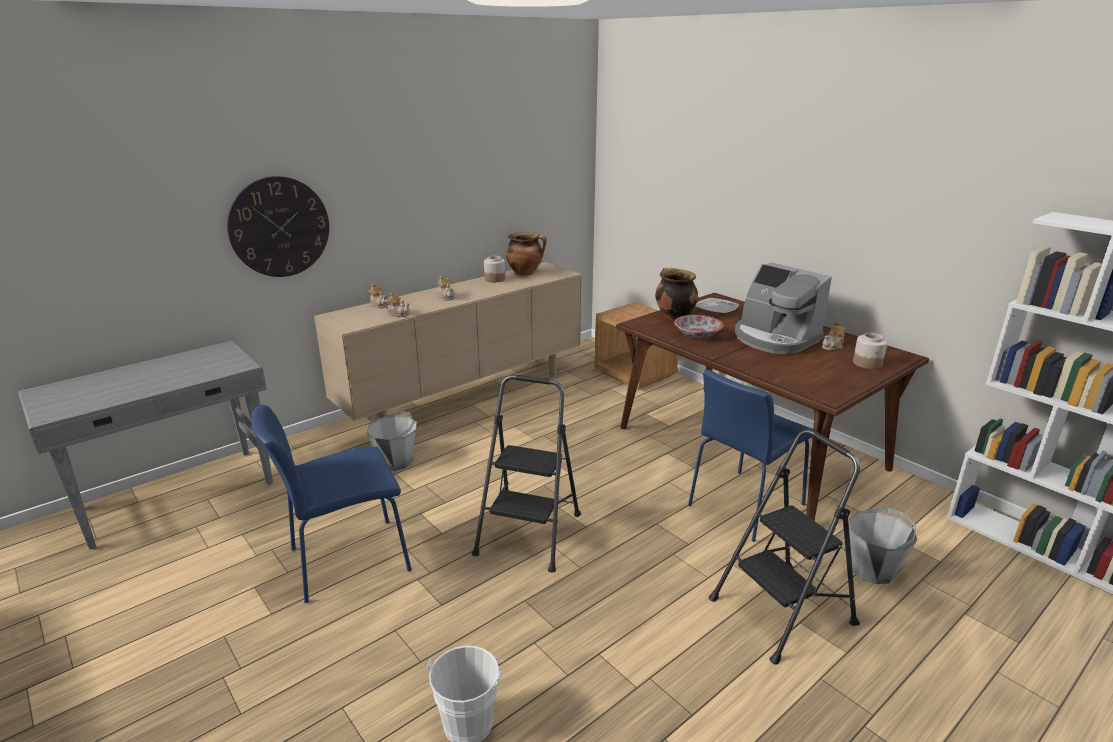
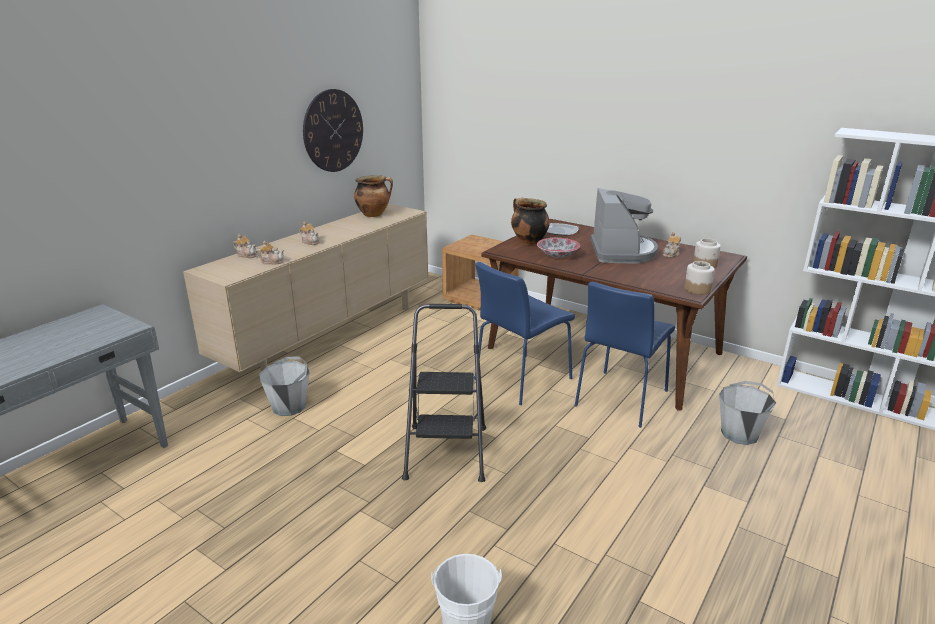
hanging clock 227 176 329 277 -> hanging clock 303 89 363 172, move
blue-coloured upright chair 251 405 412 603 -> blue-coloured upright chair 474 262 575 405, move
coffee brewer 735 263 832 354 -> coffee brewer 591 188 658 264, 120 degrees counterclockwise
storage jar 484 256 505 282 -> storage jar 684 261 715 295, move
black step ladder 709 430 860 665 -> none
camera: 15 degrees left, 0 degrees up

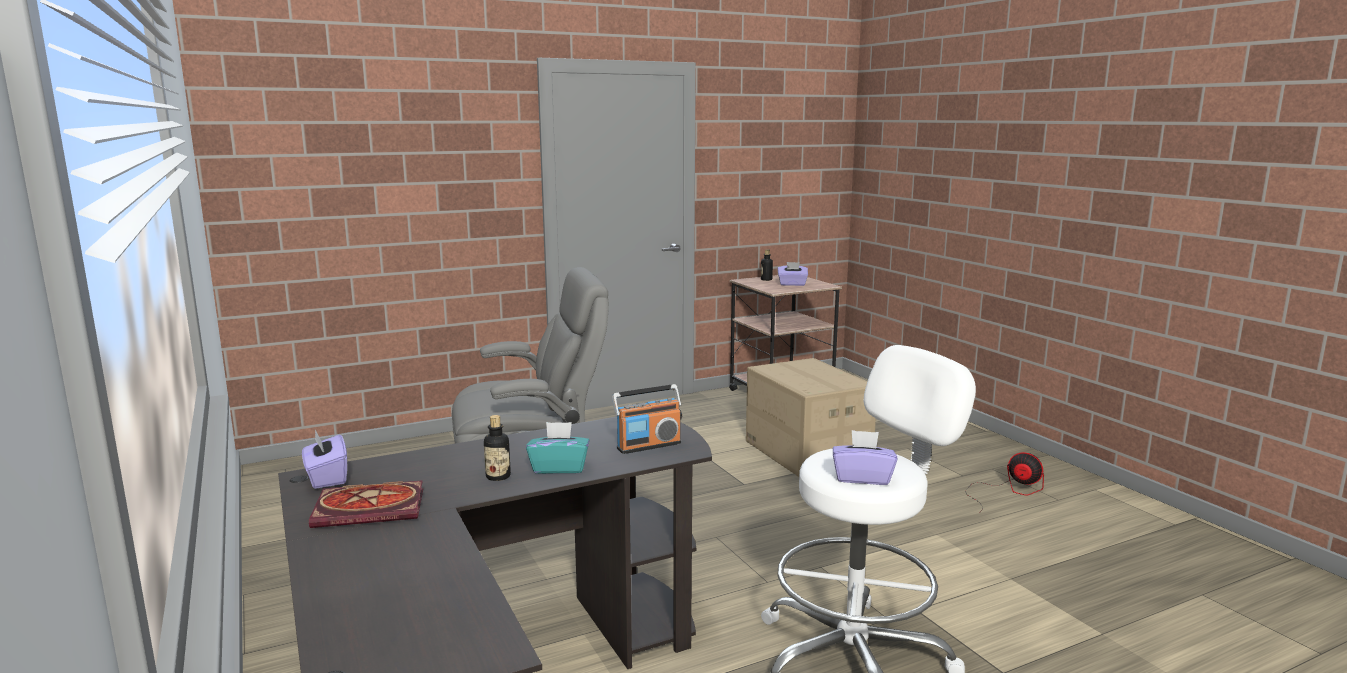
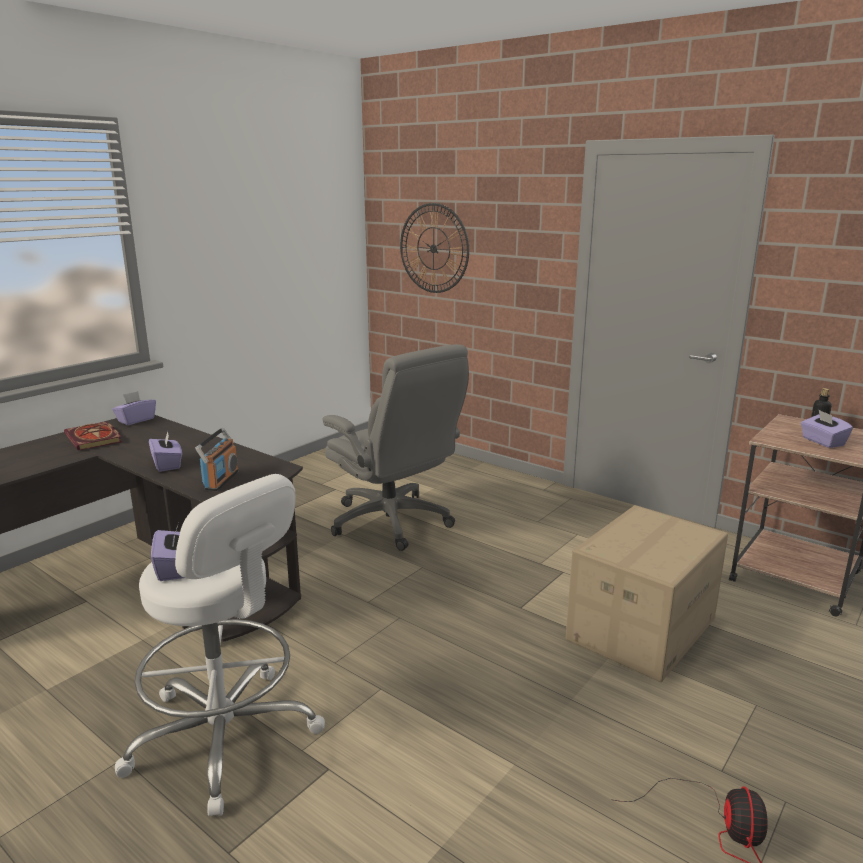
blue-green tissue box 526 422 590 474 -> purple-coloured tissue box 149 431 182 472
radio 612 384 682 454 -> radio 195 428 239 491, 120 degrees counterclockwise
none -> hanging clock 400 203 469 293
bottle 484 415 511 481 -> none
camera: 65 degrees right, 5 degrees up

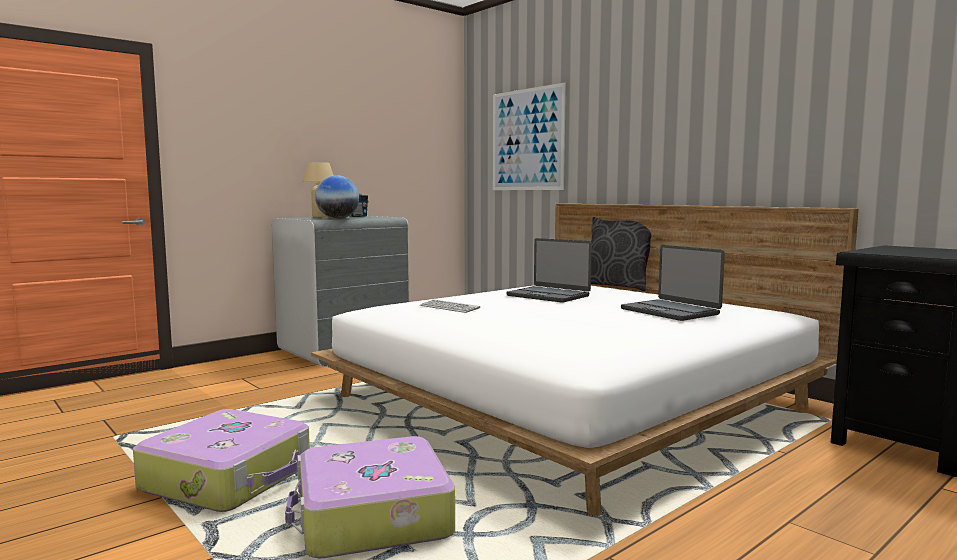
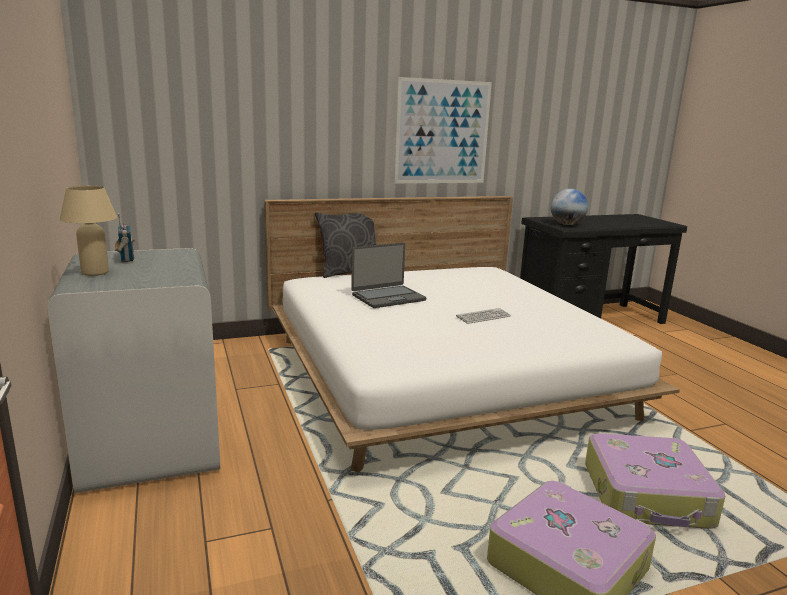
picture 493 82 566 190 -> picture 394 77 492 183, move
PC keyboard 420 300 480 313 -> PC keyboard 456 308 511 324, move
world globe 315 175 359 219 -> world globe 551 189 588 225, move
portable computer 621 245 725 321 -> none
camera: 70 degrees left, 10 degrees up

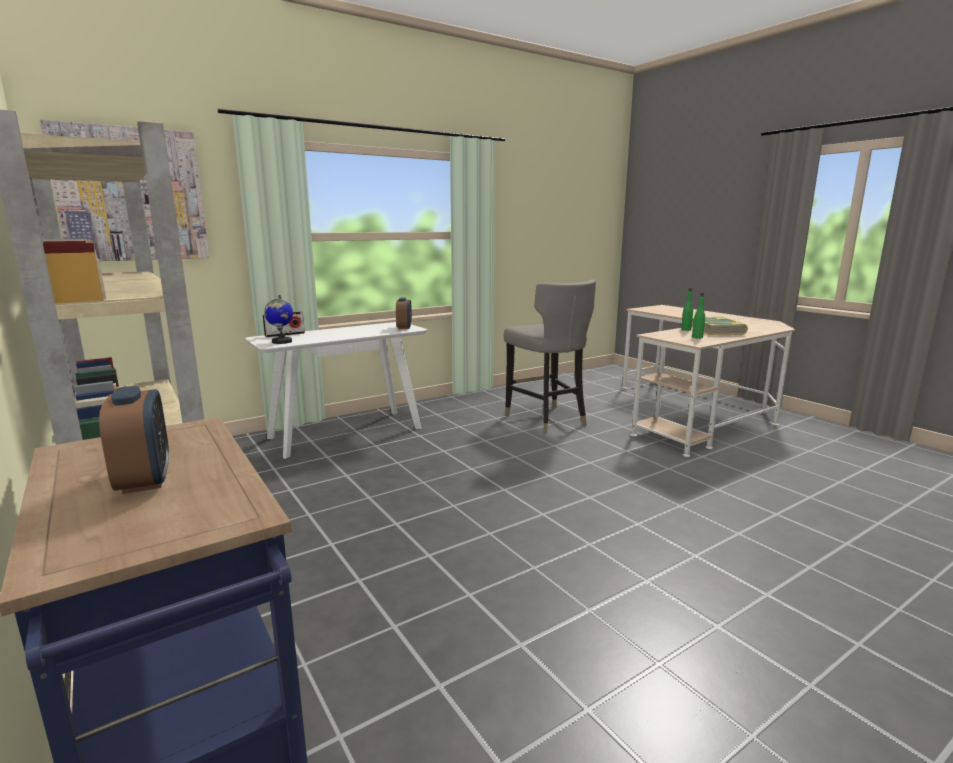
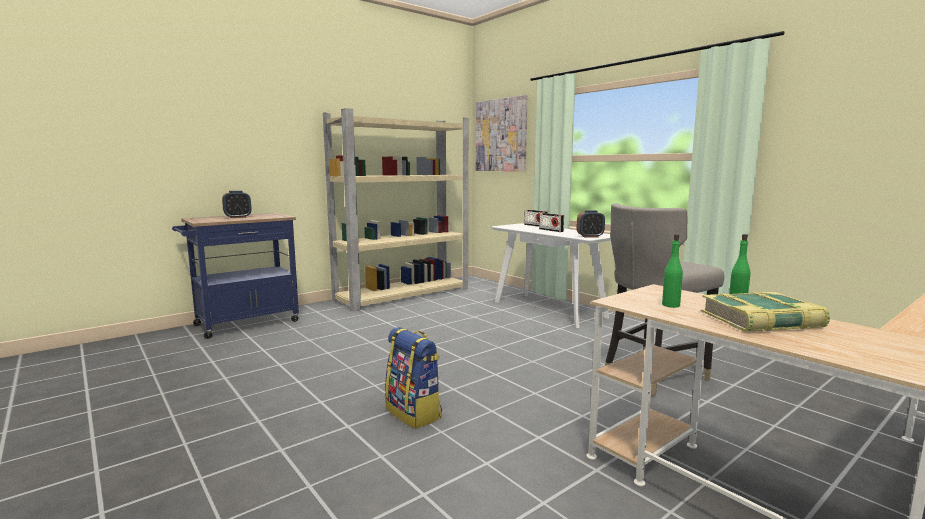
none -> knapsack 385 327 442 429
none -> radio 539 213 564 232
world globe 264 295 293 344 -> none
camera: 85 degrees right, 5 degrees down

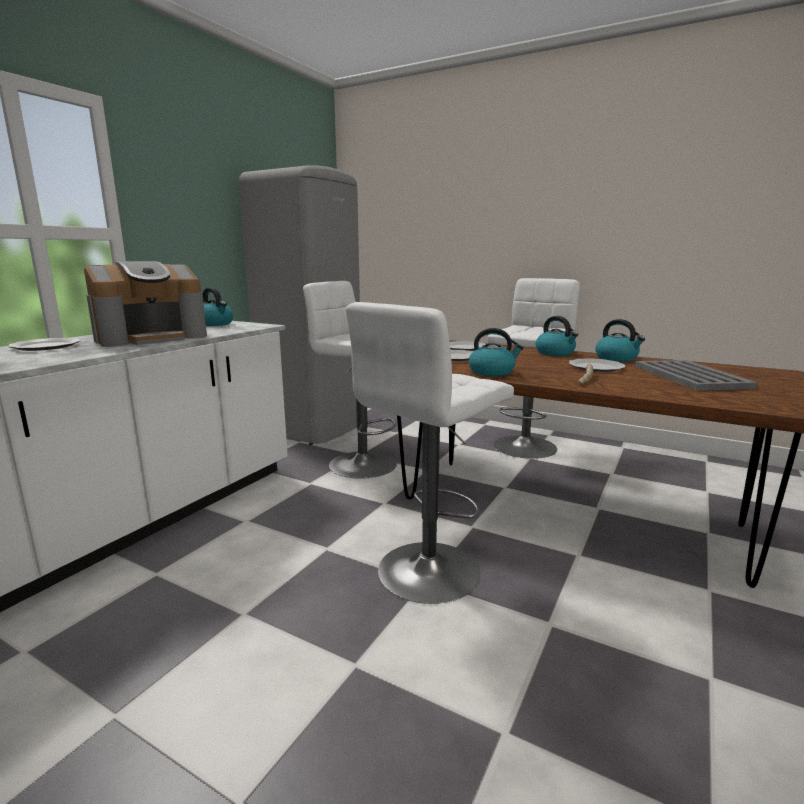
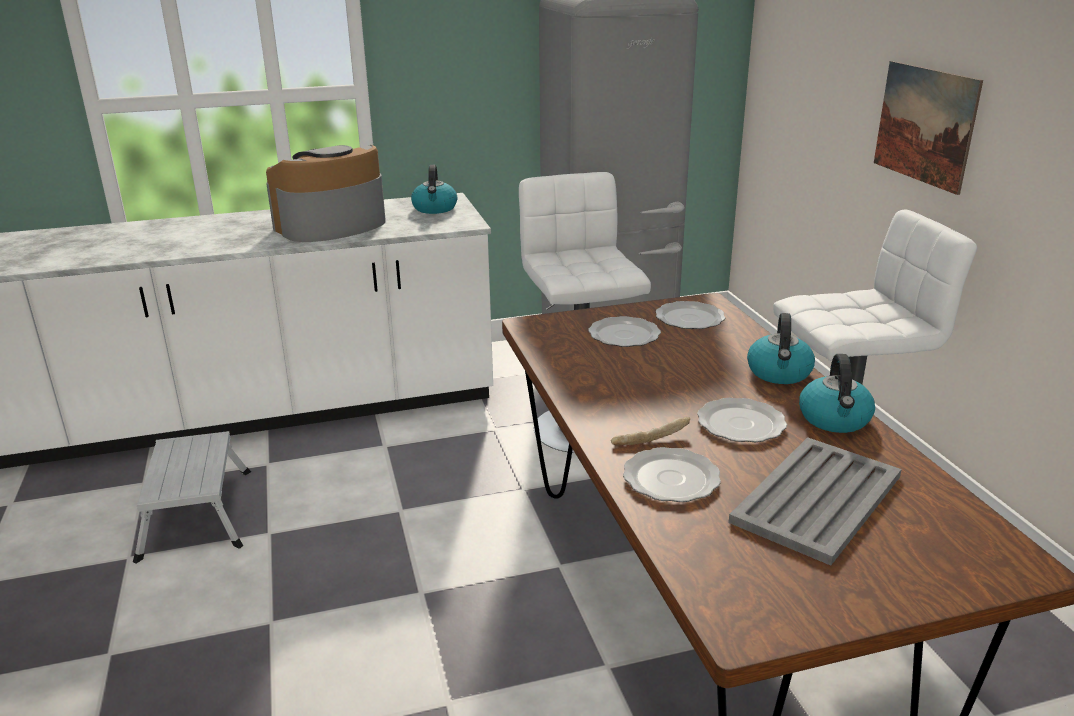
none -> white step ladder 133 431 251 564
coffee brewer 84 261 207 347 -> coffee brewer 266 145 386 242, 135 degrees clockwise
dinner plate 8 338 80 351 -> dinner plate 623 447 721 502, move
none -> picture 874 61 983 195
white stool 346 302 514 604 -> none
tea kettle 469 328 524 376 -> none
camera: 45 degrees right, 10 degrees up

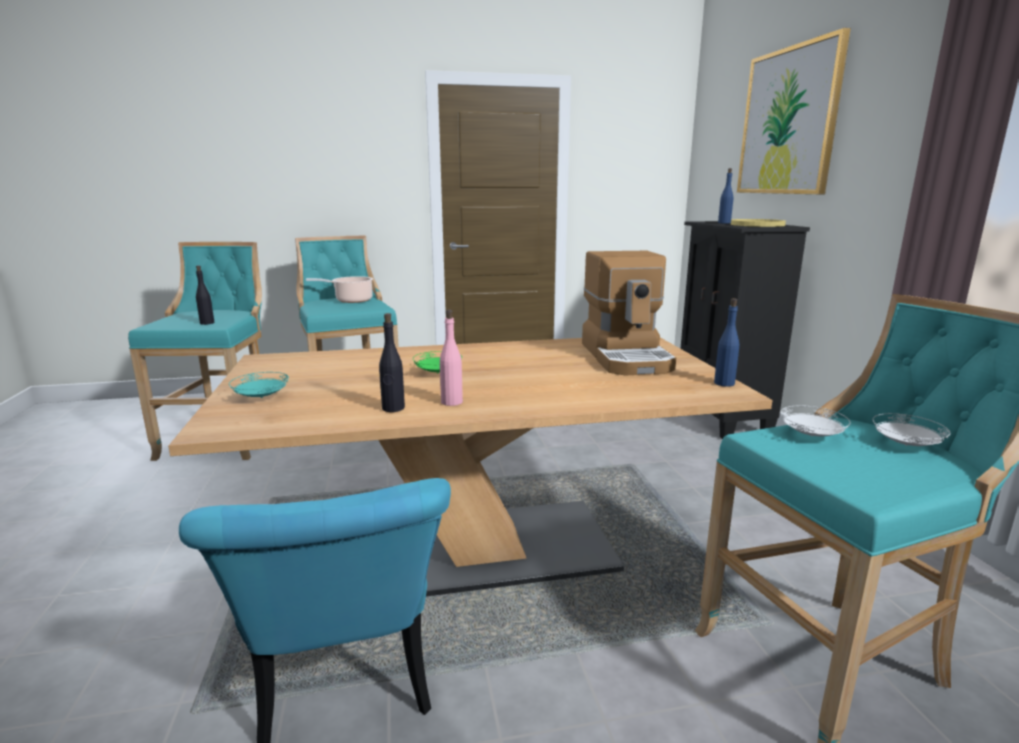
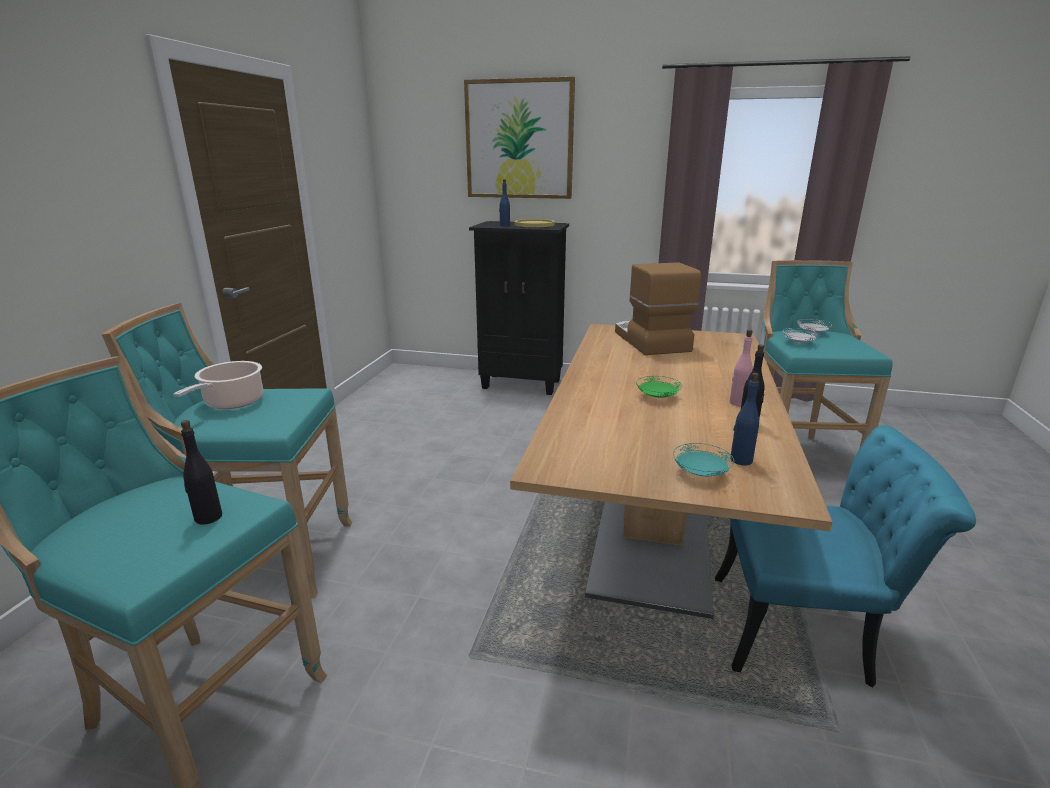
coffee brewer 582 251 676 375 -> coffee brewer 615 262 701 355, 120 degrees counterclockwise
blue-coloured bottle 714 298 739 387 -> blue-coloured bottle 730 373 759 465, move
camera: 65 degrees left, 5 degrees up

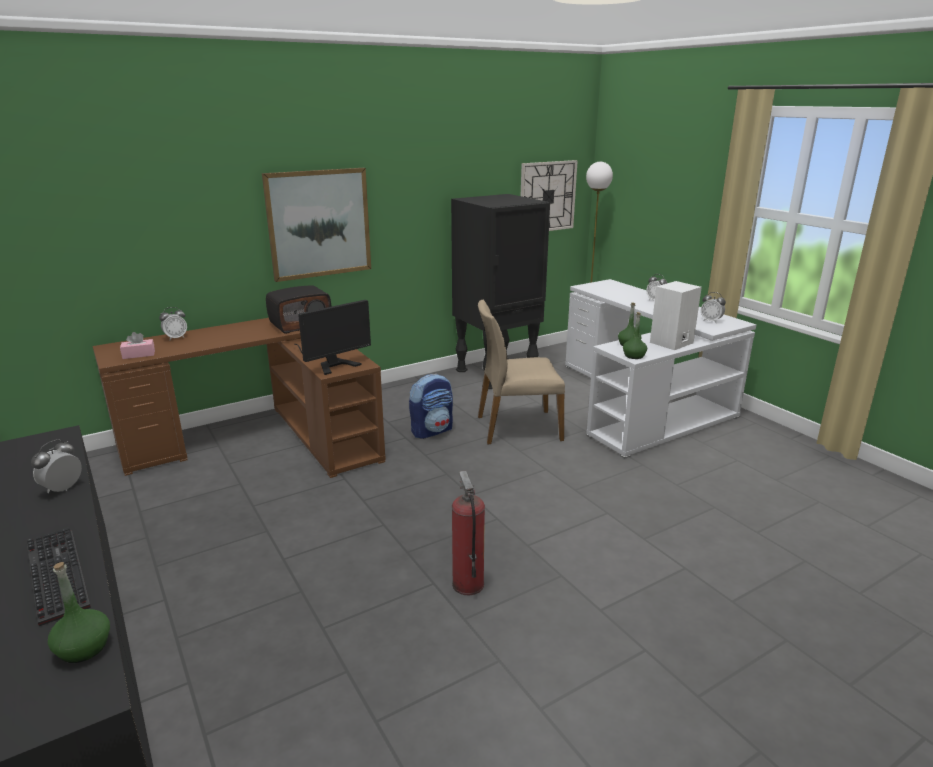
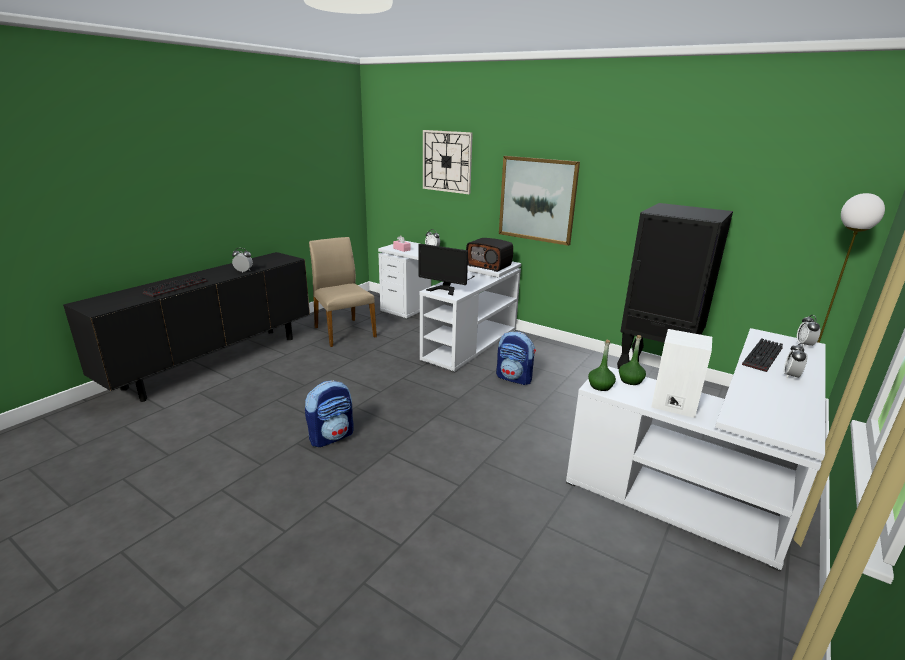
fire extinguisher 452 471 485 595 -> knapsack 305 380 354 447
beige upright chair 478 300 565 444 -> beige upright chair 309 237 377 347, move
brown desk 93 318 386 478 -> white desk 378 241 521 373
hanging clock 521 160 578 231 -> hanging clock 423 130 473 194, move
none -> PC keyboard 742 339 783 372
alarm clock 701 292 726 323 -> alarm clock 797 315 820 347, move
green-coloured bottle 48 562 110 663 -> none
camera: 65 degrees right, 0 degrees up

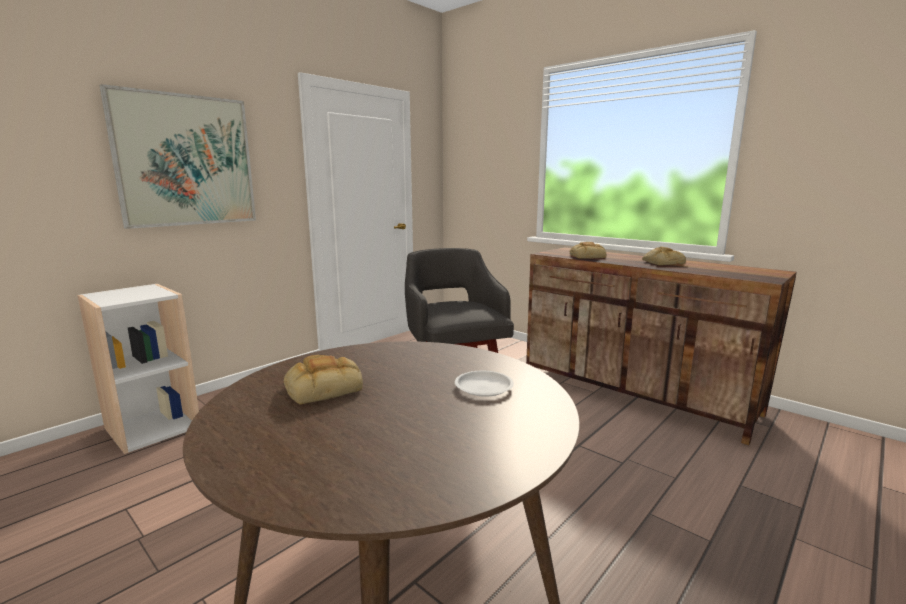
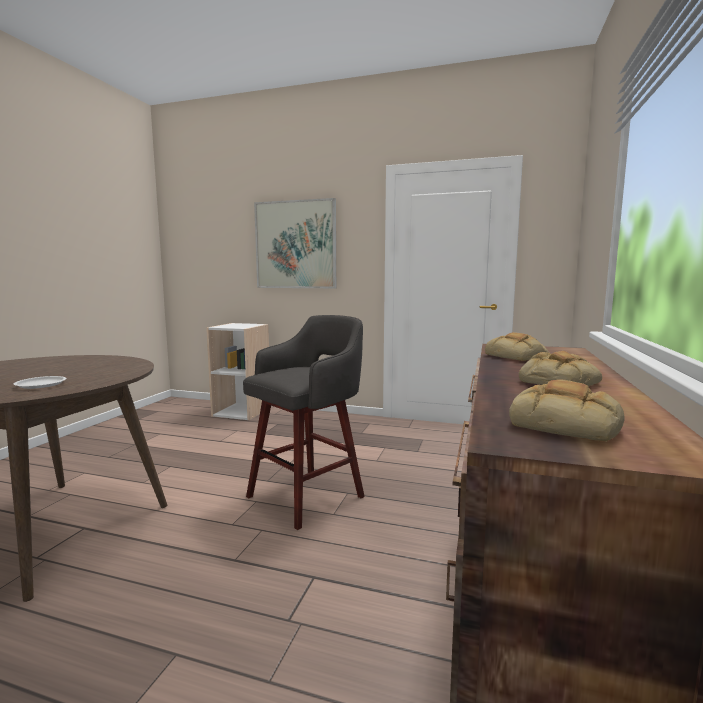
bread 284 355 363 404 -> bread 509 379 625 442, move
camera: 65 degrees right, 5 degrees down

